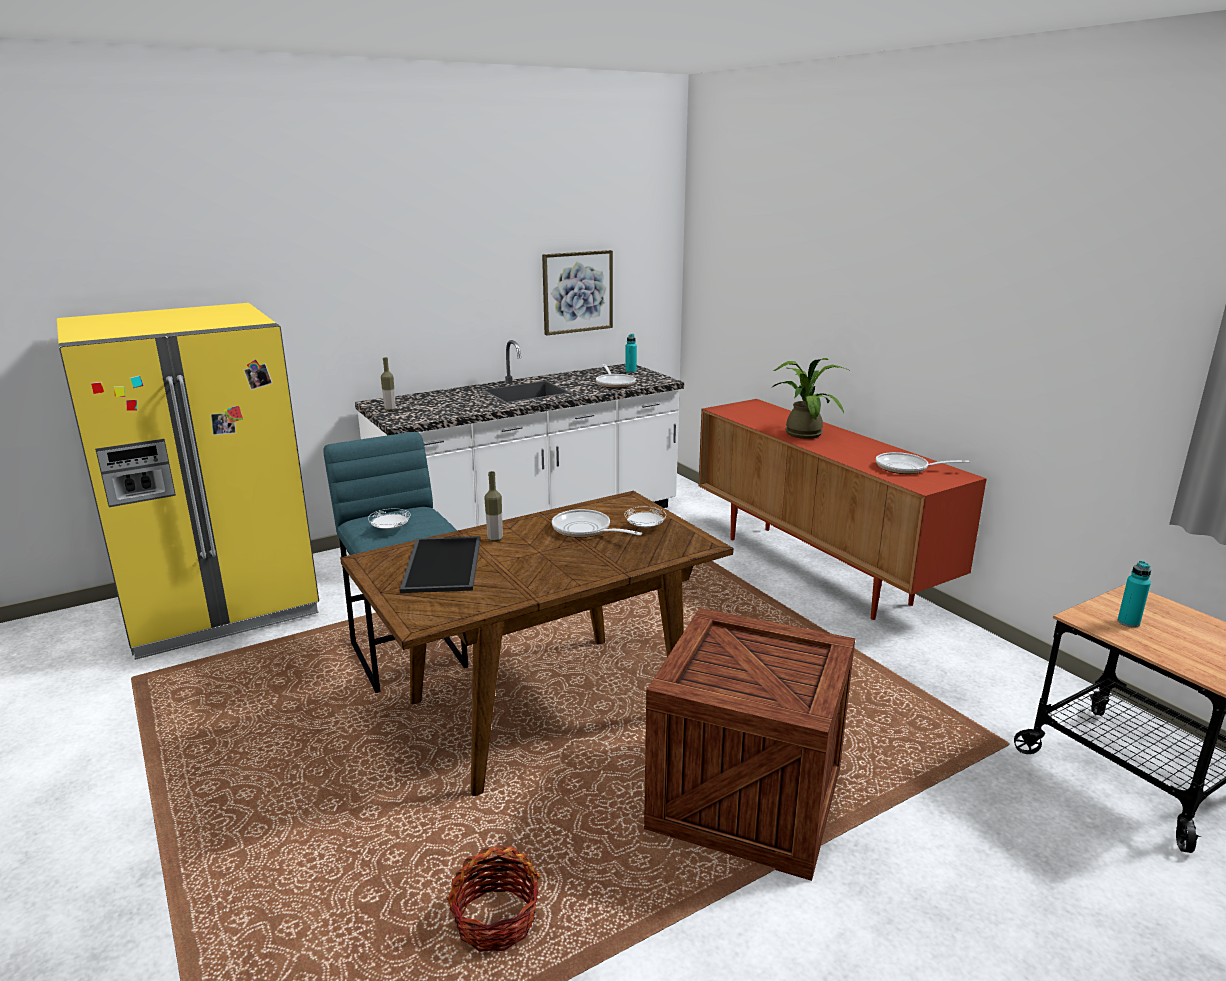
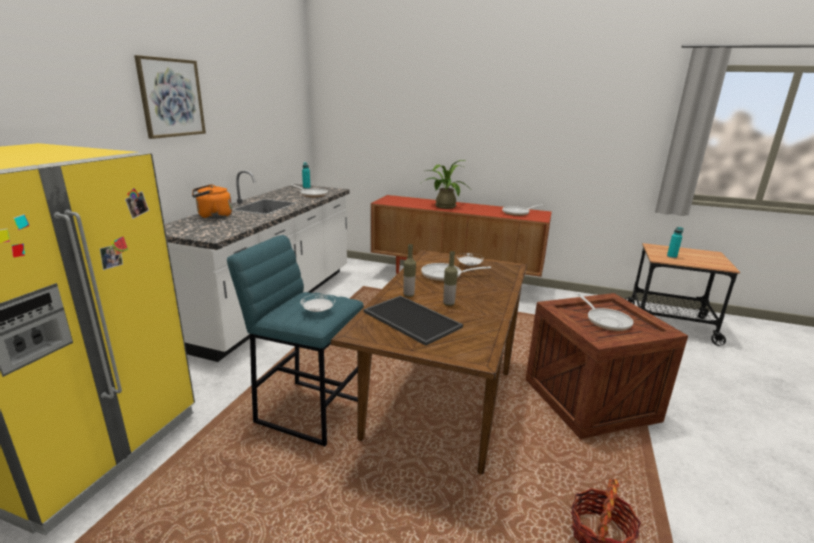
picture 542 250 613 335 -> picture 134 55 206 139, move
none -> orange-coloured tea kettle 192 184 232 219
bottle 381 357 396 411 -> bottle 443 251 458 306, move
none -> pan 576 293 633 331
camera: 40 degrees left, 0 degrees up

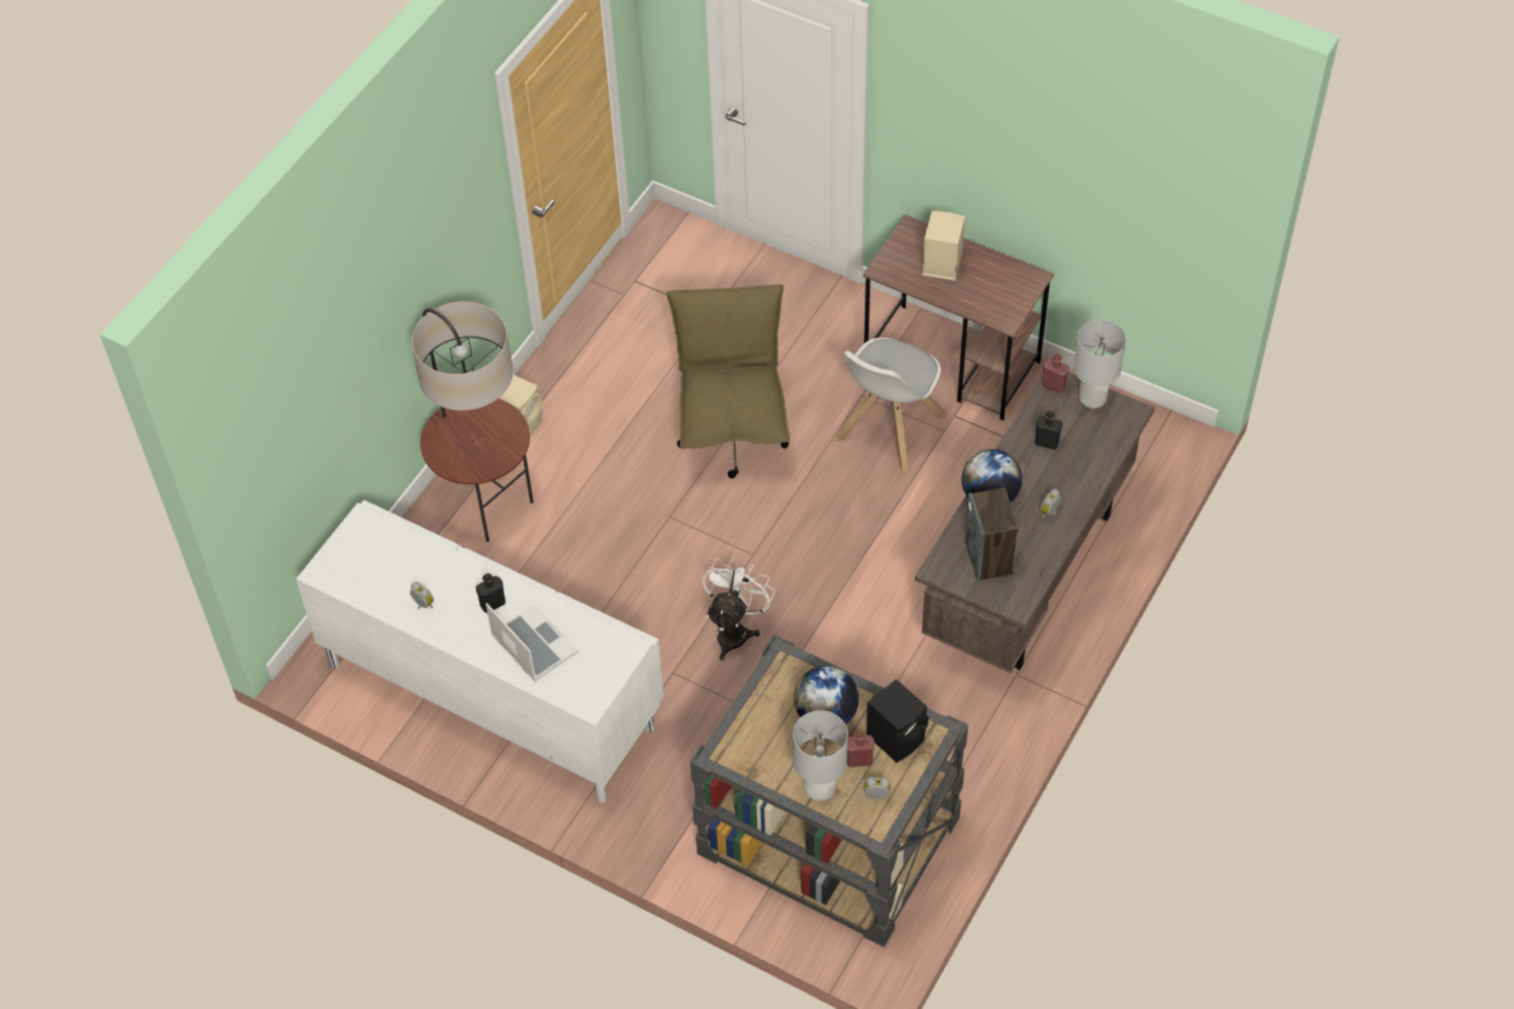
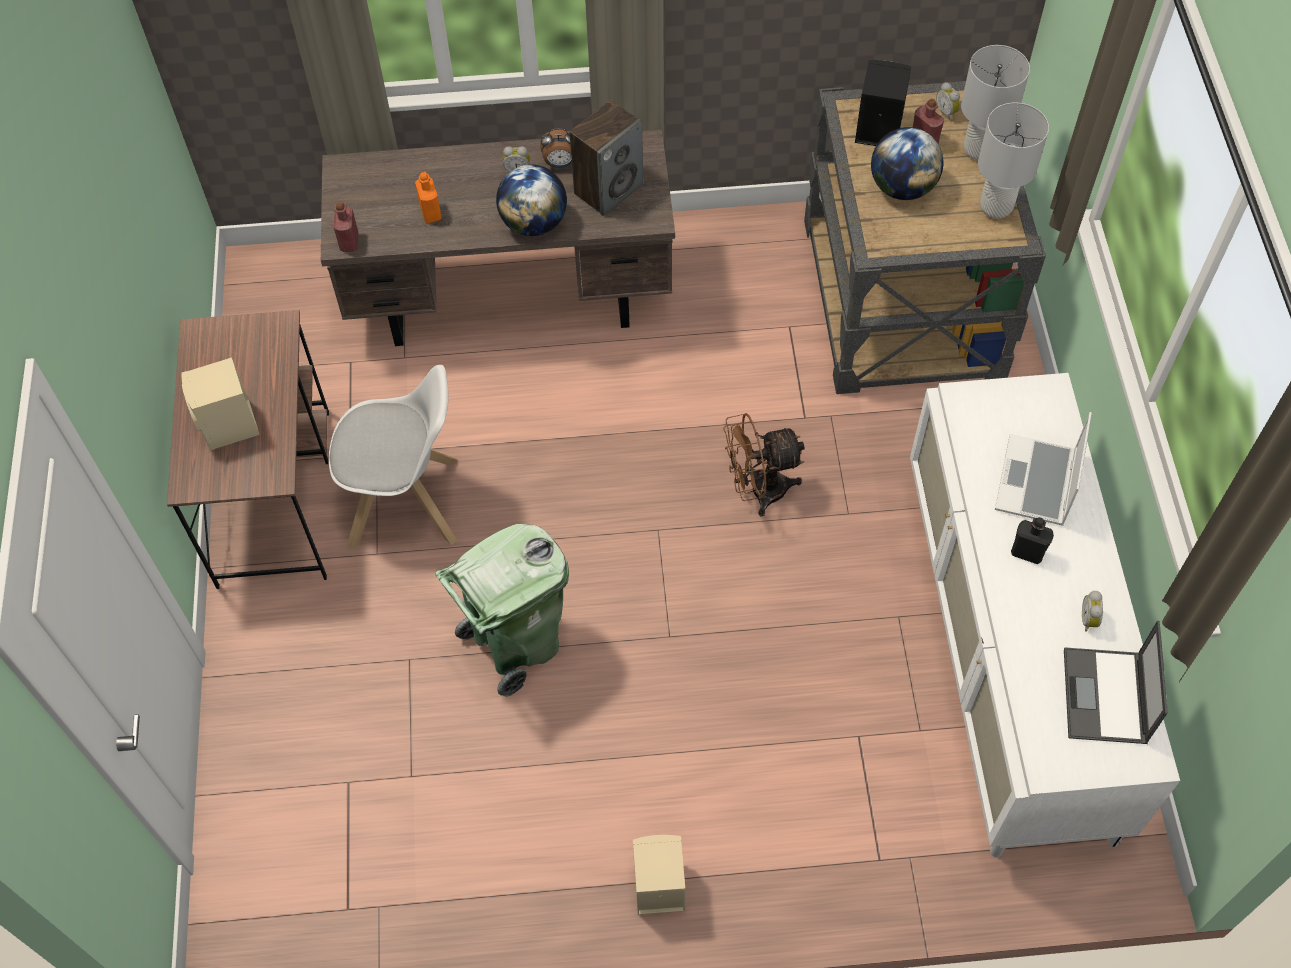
black bottle 1035 411 1063 450 -> orange-coloured bottle 415 172 442 223
beige office chair 667 284 790 478 -> green-coloured waste bin 435 524 569 697
none -> alarm clock 540 128 572 168
white electric fan 703 557 775 661 -> brown electric fan 723 413 805 517
greyish table lamp 1074 320 1126 409 -> greyish table lamp 978 103 1049 218, move
none -> portable computer 1064 620 1168 744
floor lamp 412 302 533 542 -> none
camera: 125 degrees left, 5 degrees up

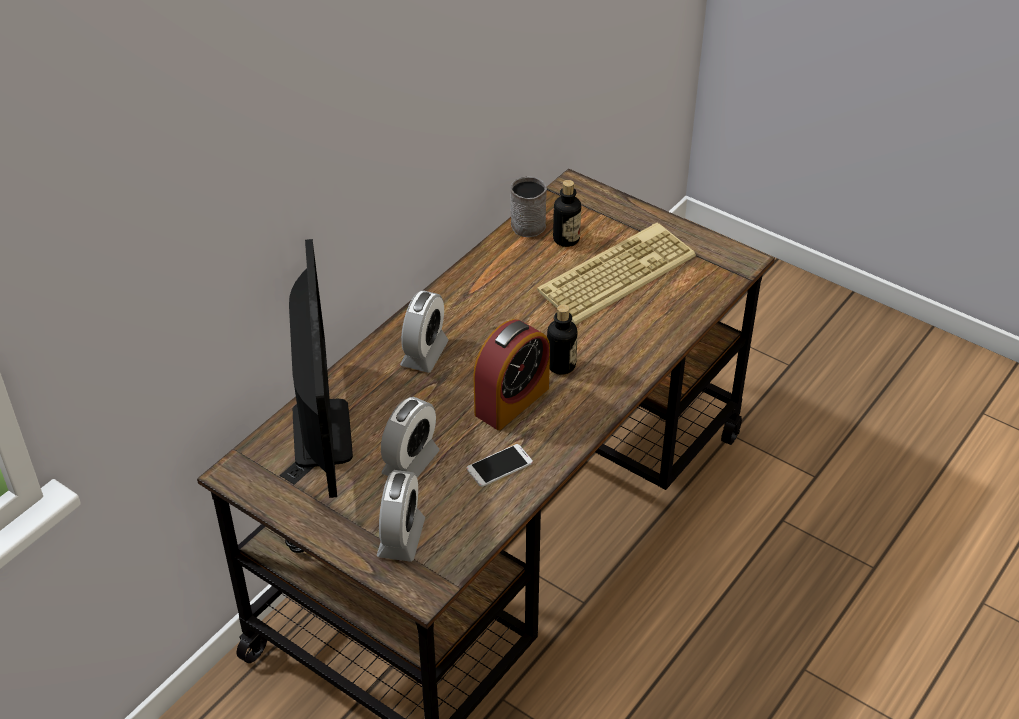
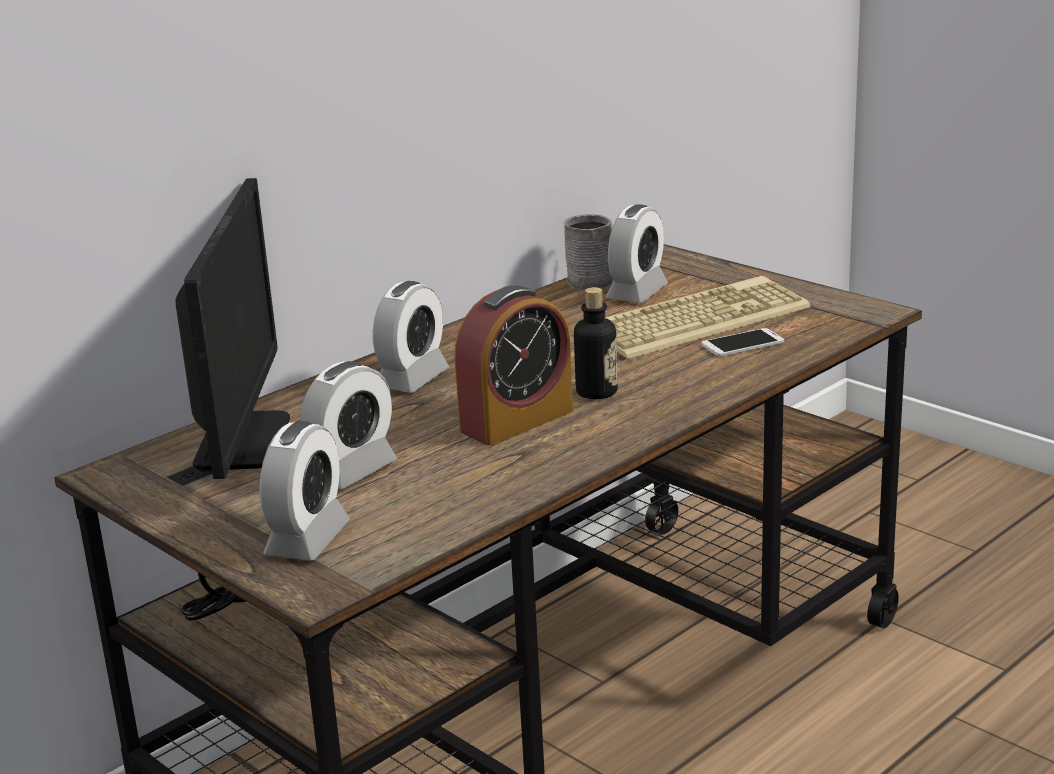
bottle 553 180 581 247 -> alarm clock 606 204 668 303
phone 467 444 533 487 -> phone 701 328 784 357, move
camera: 10 degrees right, 20 degrees down

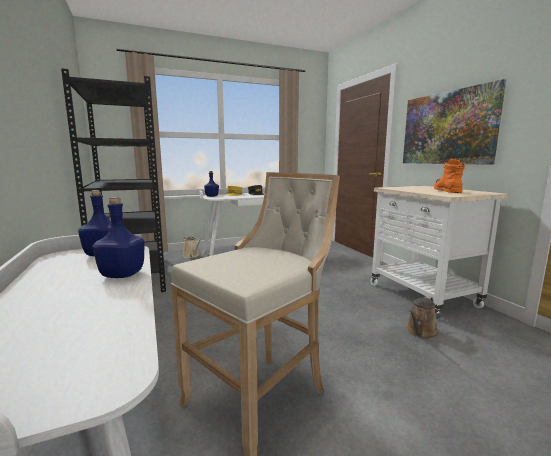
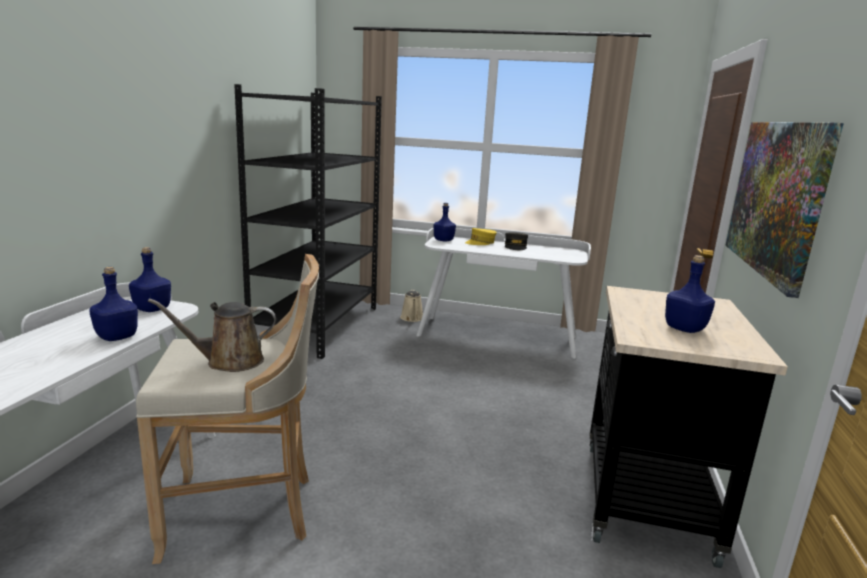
brown watering can 406 296 438 339 -> brown watering can 148 299 276 372, move
white wheeled cart 371 186 508 319 -> black wheeled cart 590 286 788 568
orange-coloured high-top boot 434 158 465 193 -> blue-coloured bottle 665 255 715 333
camera: 35 degrees right, 5 degrees up

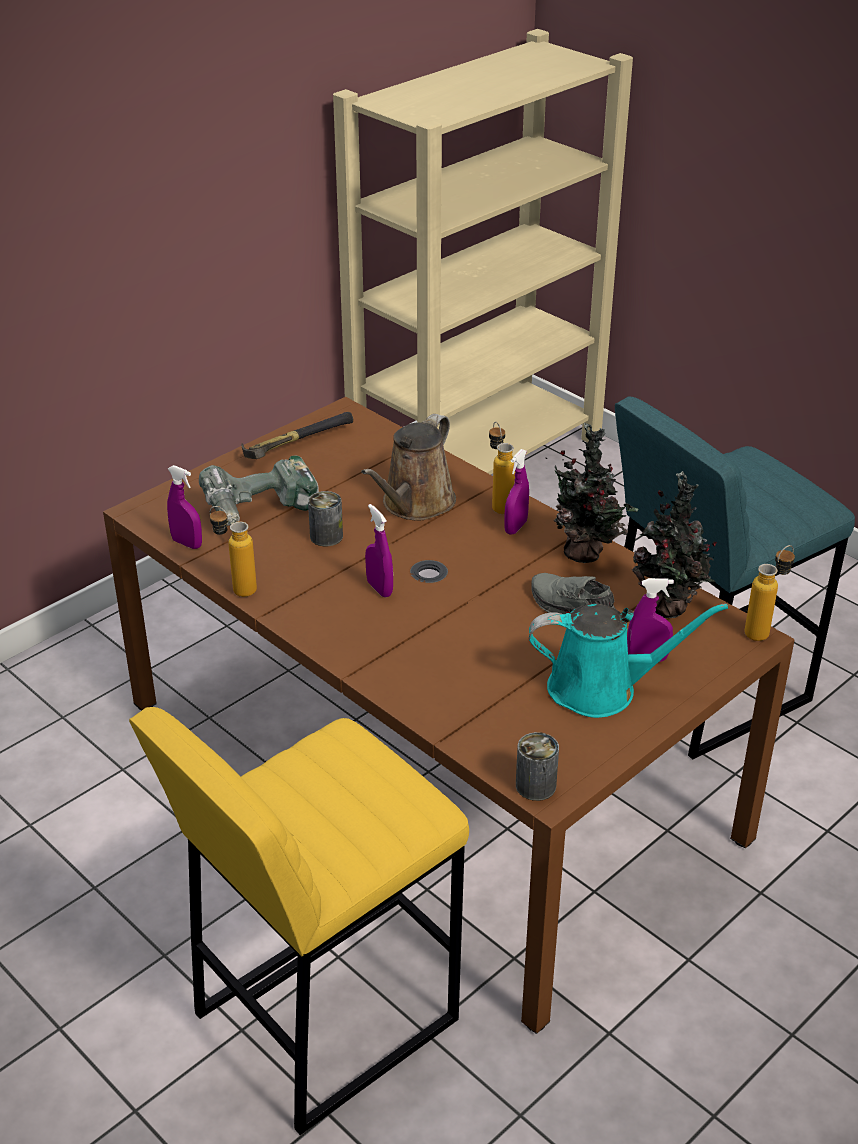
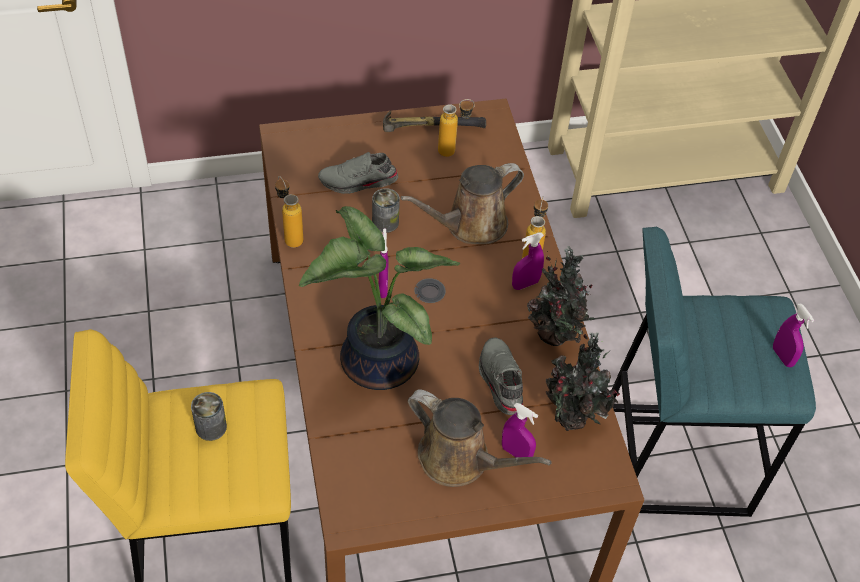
can 516 732 559 801 -> can 191 392 227 441, move
none -> houseplant 299 206 460 390
power drill 199 456 319 526 -> greyish item of footwear 318 152 398 194
blue-green watering can 529 603 728 718 -> brown watering can 408 389 552 487
bottle 744 545 795 641 -> bottle 438 99 475 157, move
purple-coloured spray bottle 167 465 202 549 -> purple-coloured spray bottle 773 303 814 367, move
camera: 30 degrees right, 15 degrees up

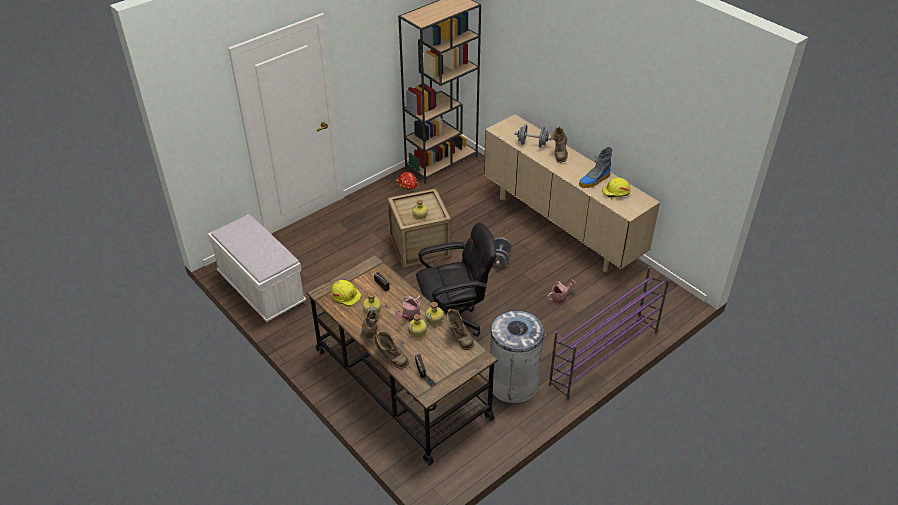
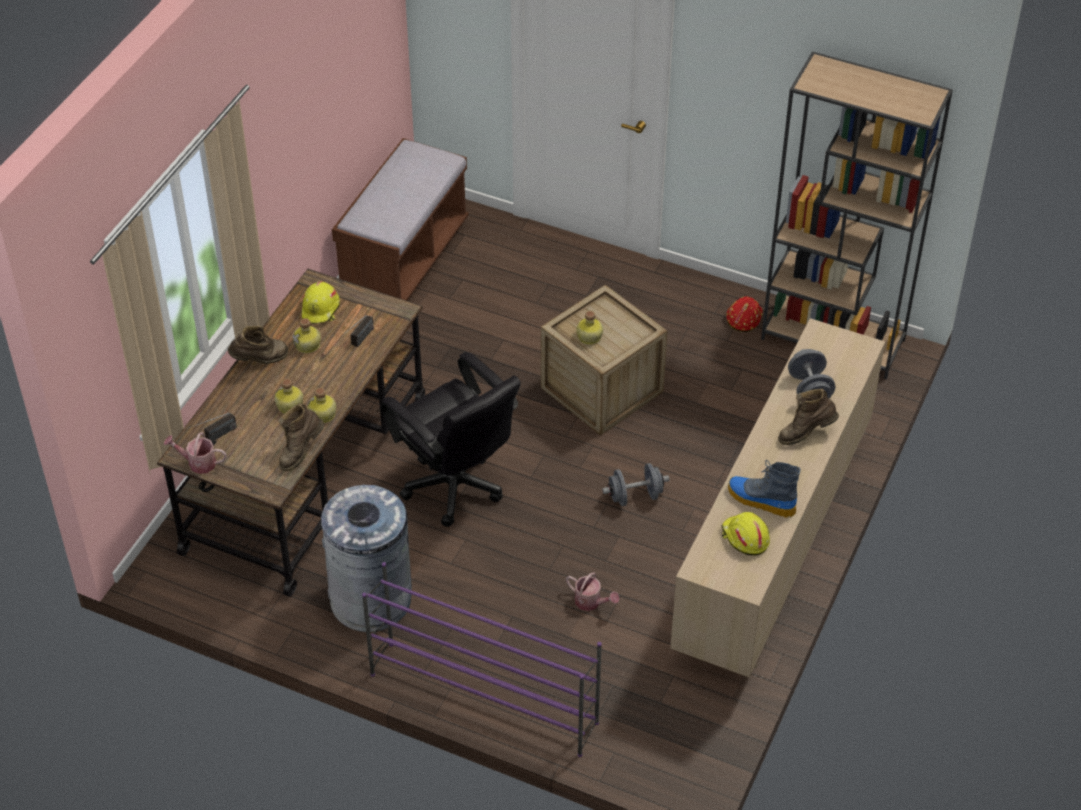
watering can 395 296 422 321 -> watering can 164 432 227 474, move
white bench 208 215 306 322 -> brown bench 332 138 469 301
brown high-top boot 375 331 409 369 -> none
camera: 65 degrees right, 5 degrees up

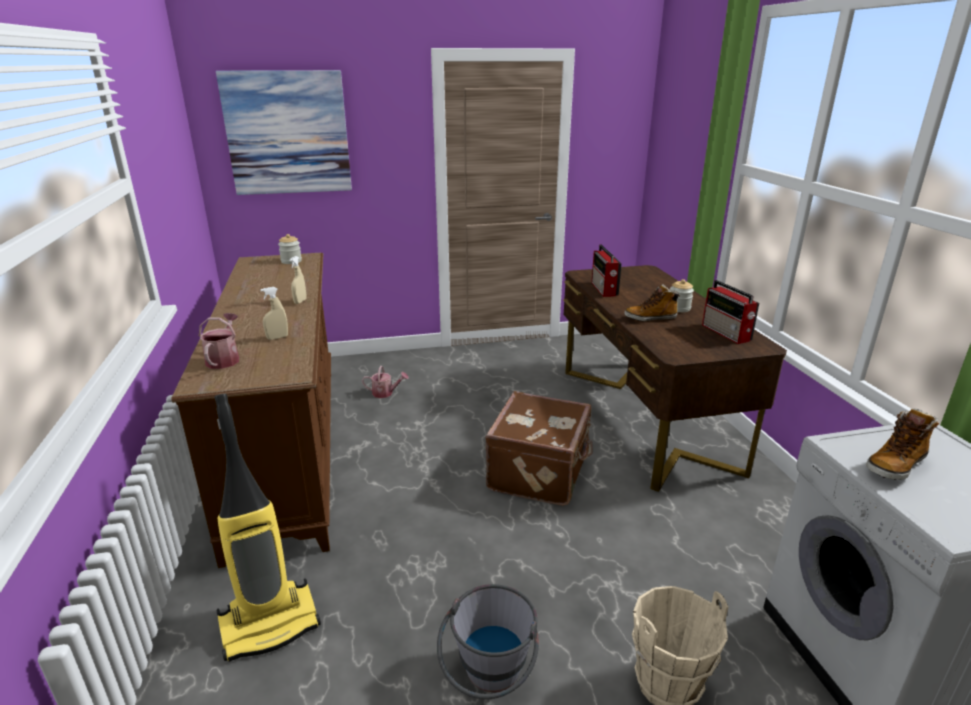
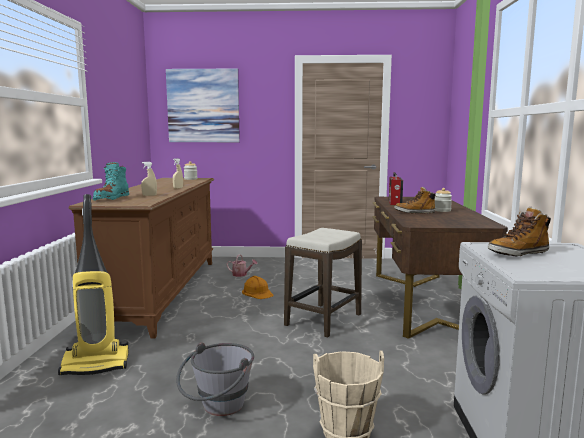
watering can 198 313 239 369 -> blue-green high-top boot 93 162 129 200
none -> orange-coloured work helmet 242 276 274 299
brown piece of luggage 485 391 593 506 -> stool 284 228 362 338
radio 702 280 759 344 -> none
camera: 15 degrees right, 15 degrees down

